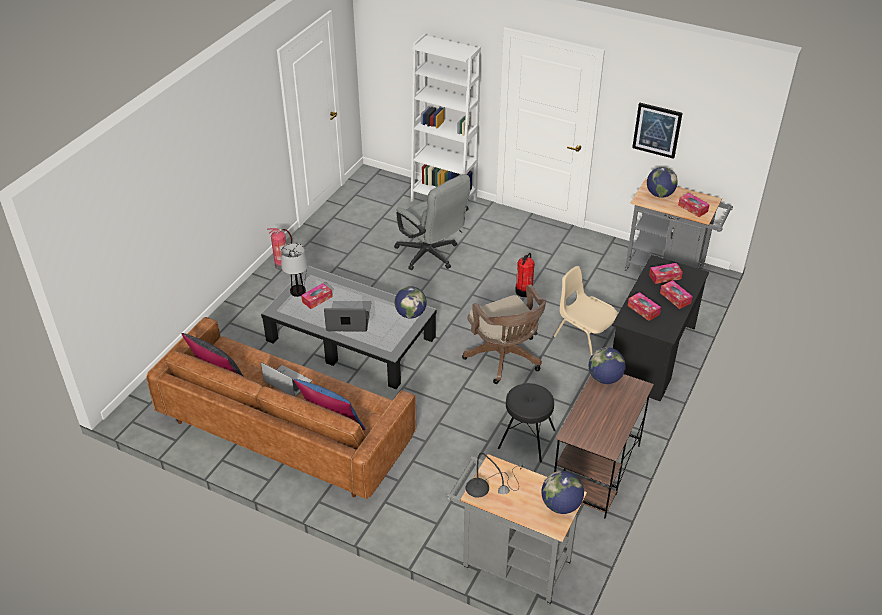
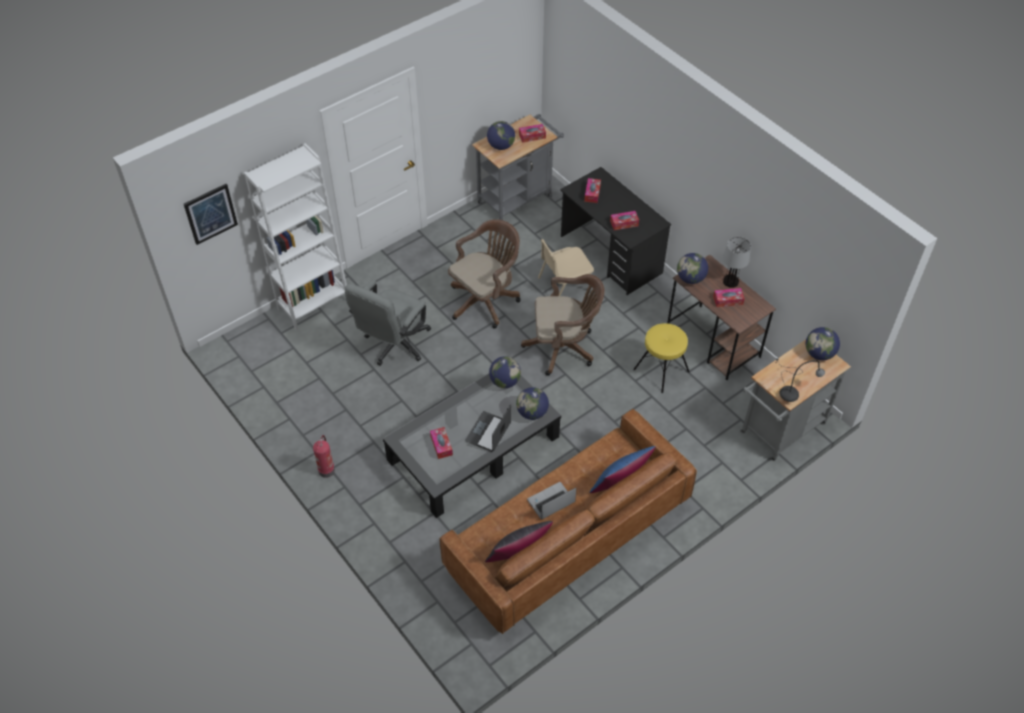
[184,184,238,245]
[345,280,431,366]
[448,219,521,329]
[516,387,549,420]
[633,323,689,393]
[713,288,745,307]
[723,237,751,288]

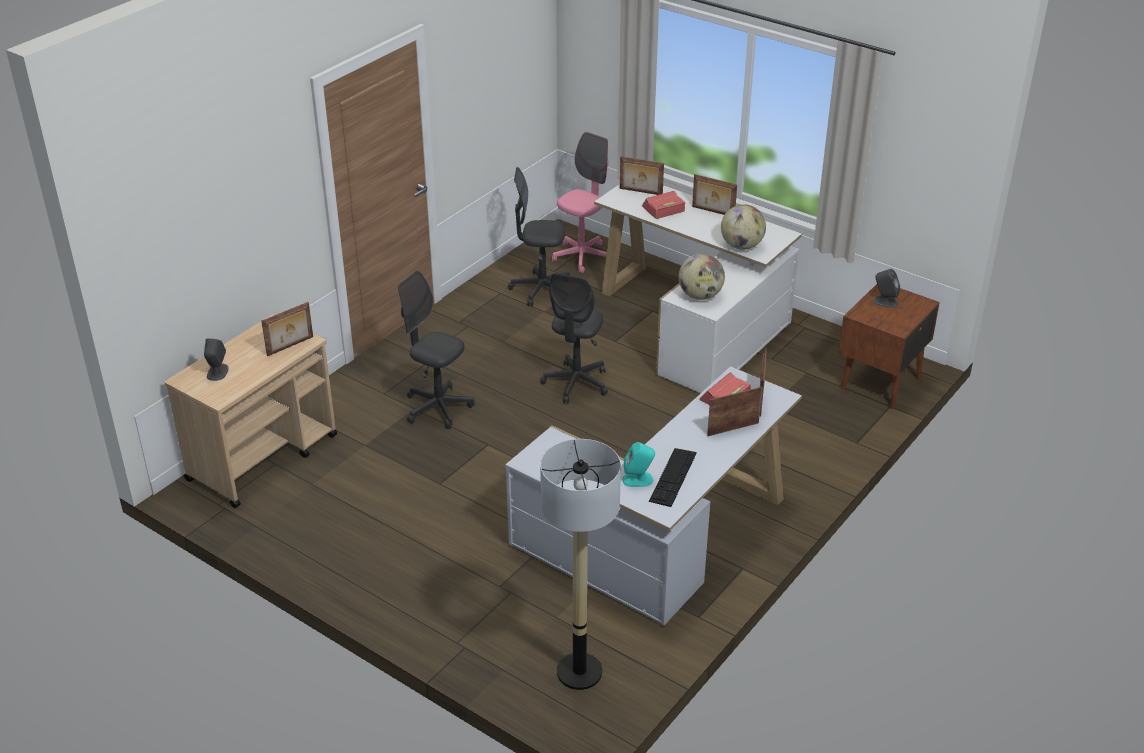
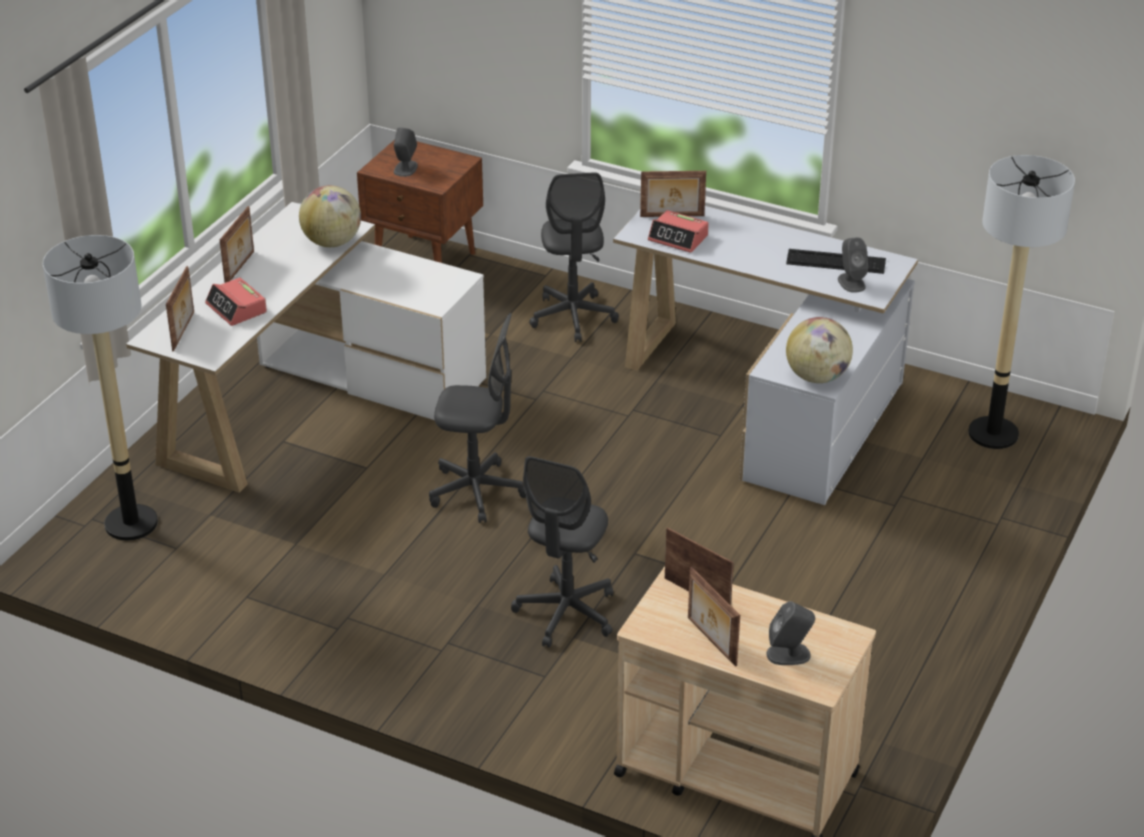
[43,235,158,541]
[529,172,619,342]
[688,567,740,667]
[786,317,853,383]
[838,237,868,293]

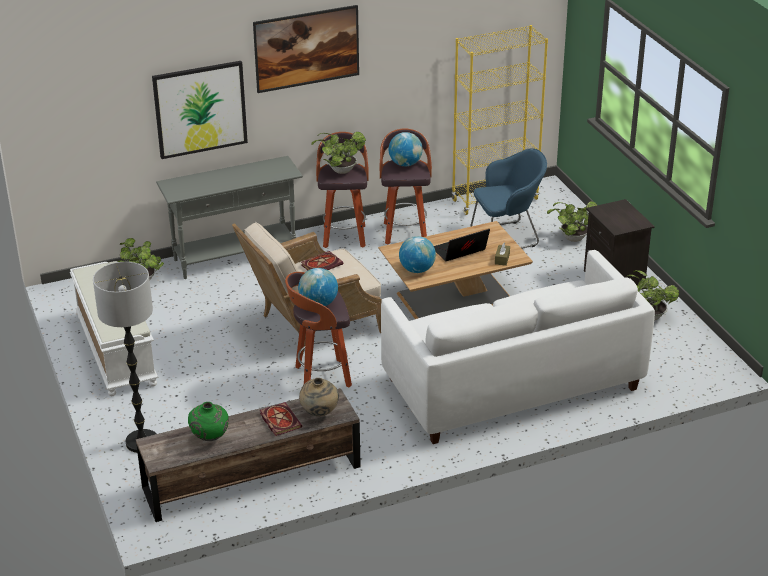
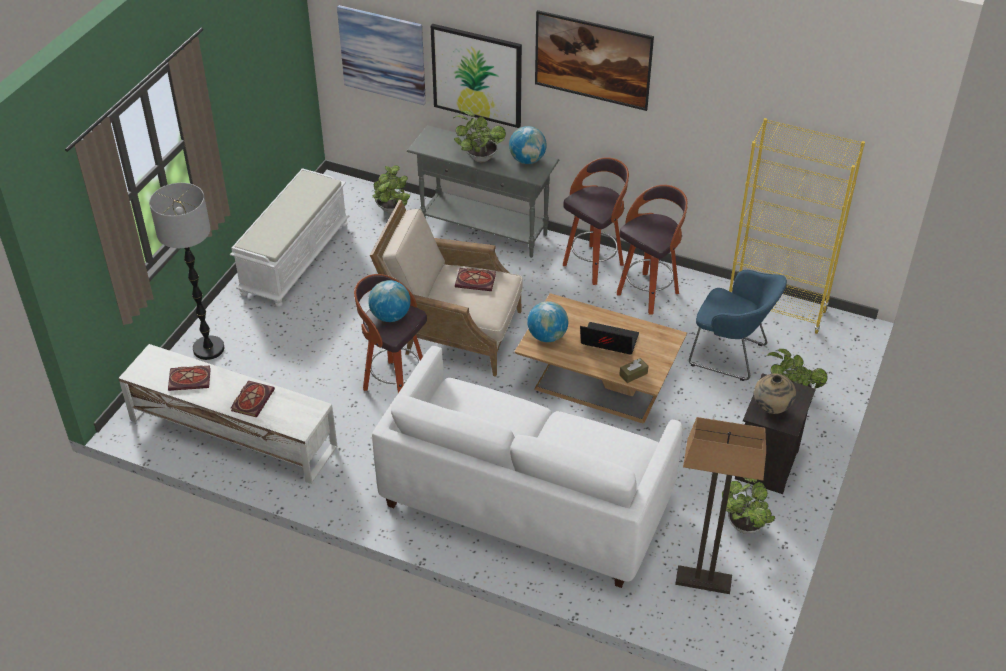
[119,344,337,484]
[168,365,211,391]
[337,5,426,105]
[453,111,506,162]
[509,126,547,164]
[675,417,766,594]
[754,373,796,414]

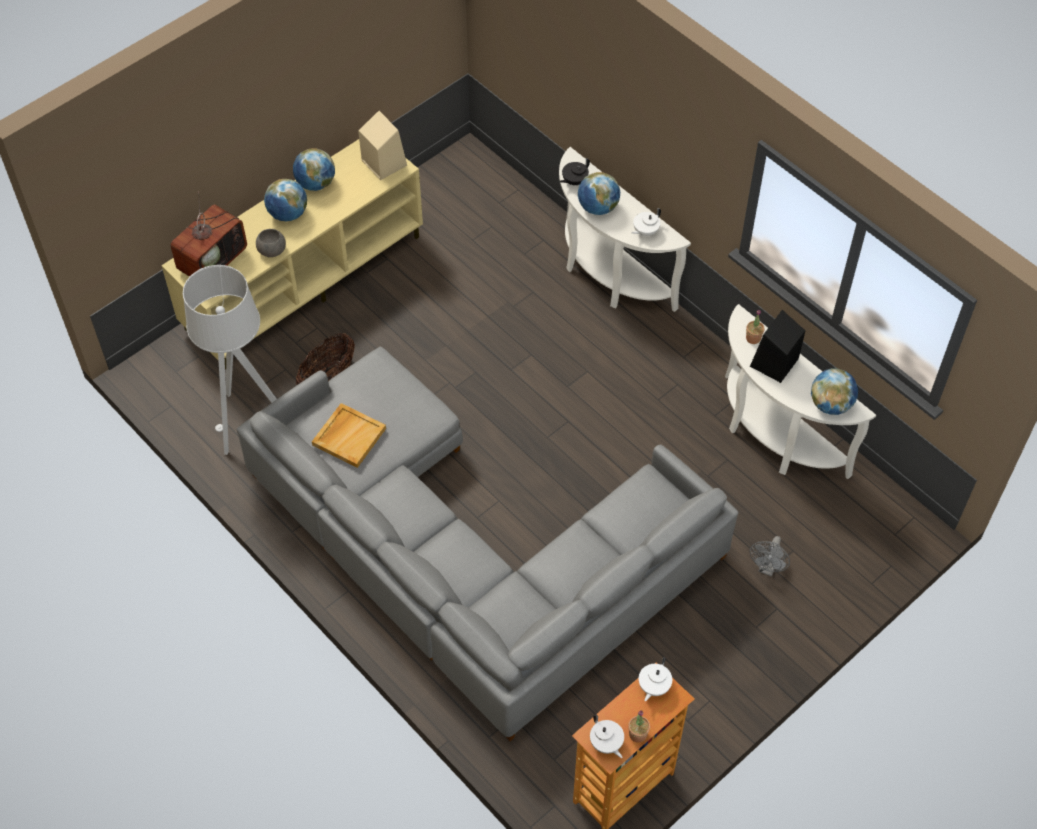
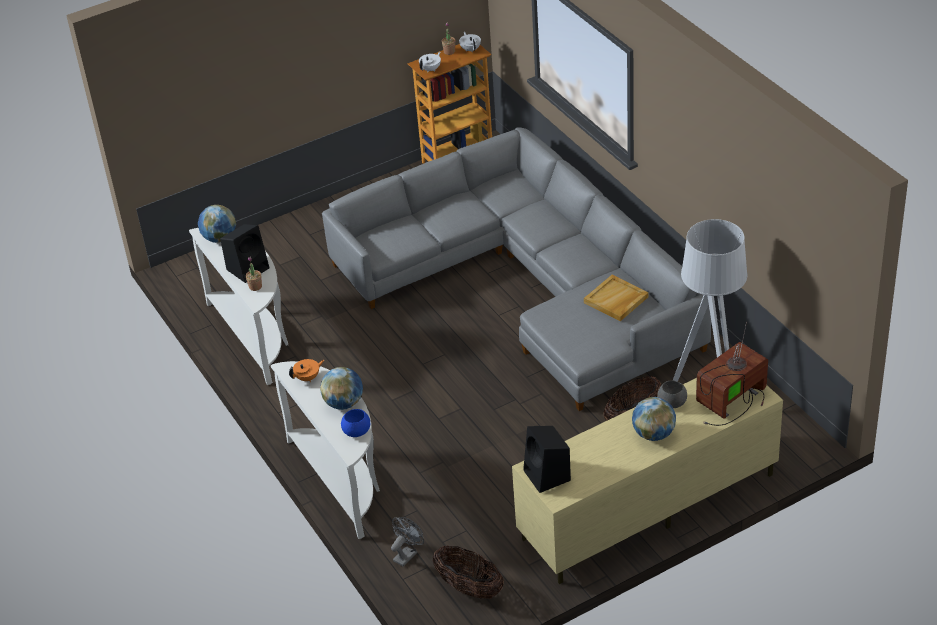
[289,359,324,382]
[341,409,370,437]
[391,517,424,567]
[433,545,504,599]
[523,426,571,493]
[293,148,335,191] (first image)

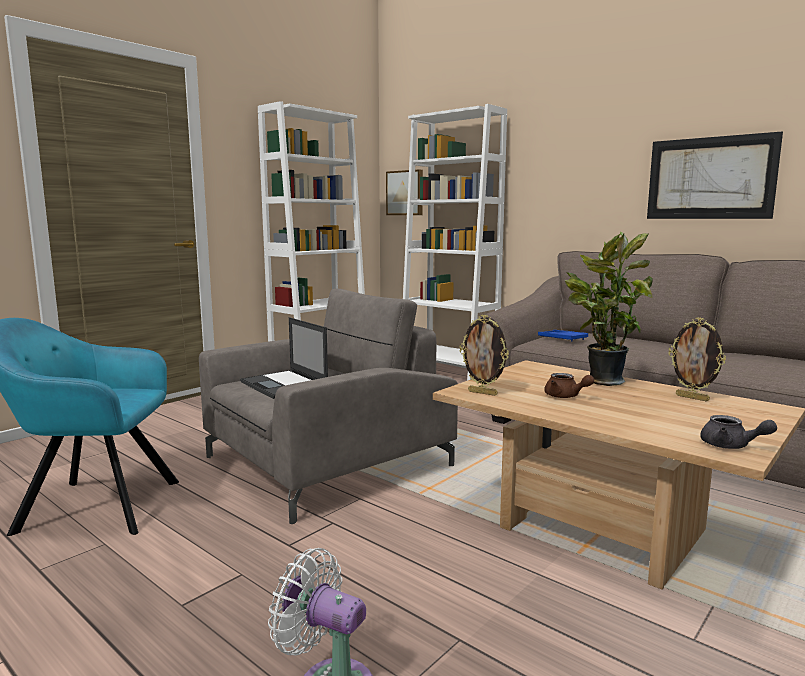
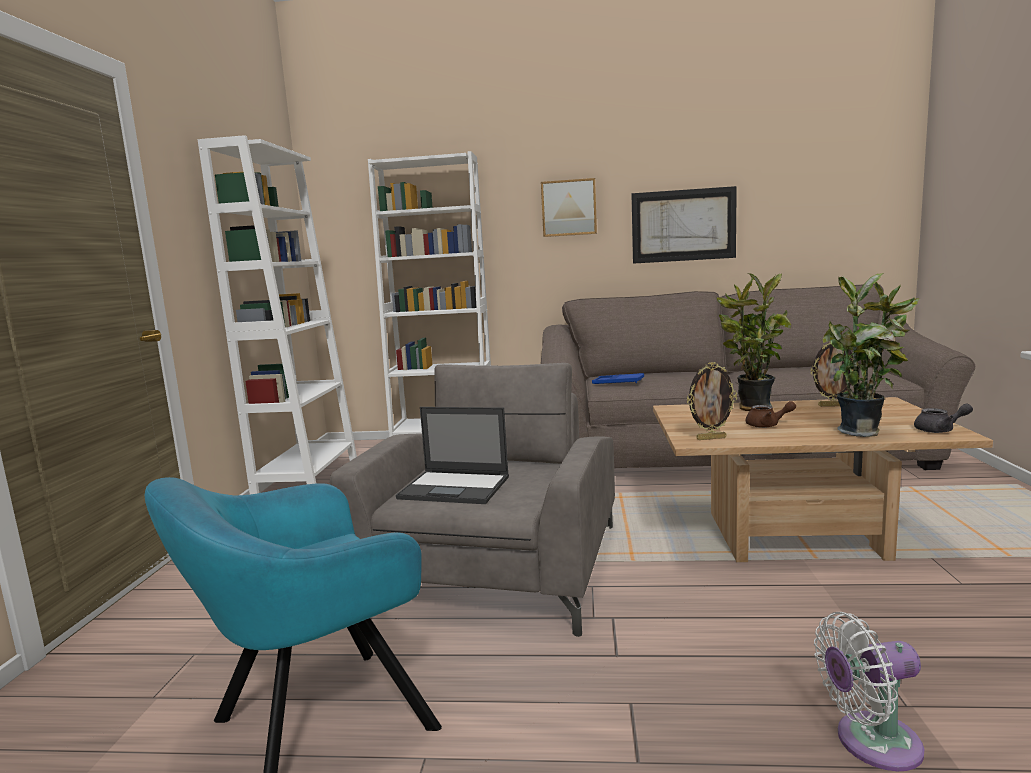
[541,178,597,237]
[823,273,919,437]

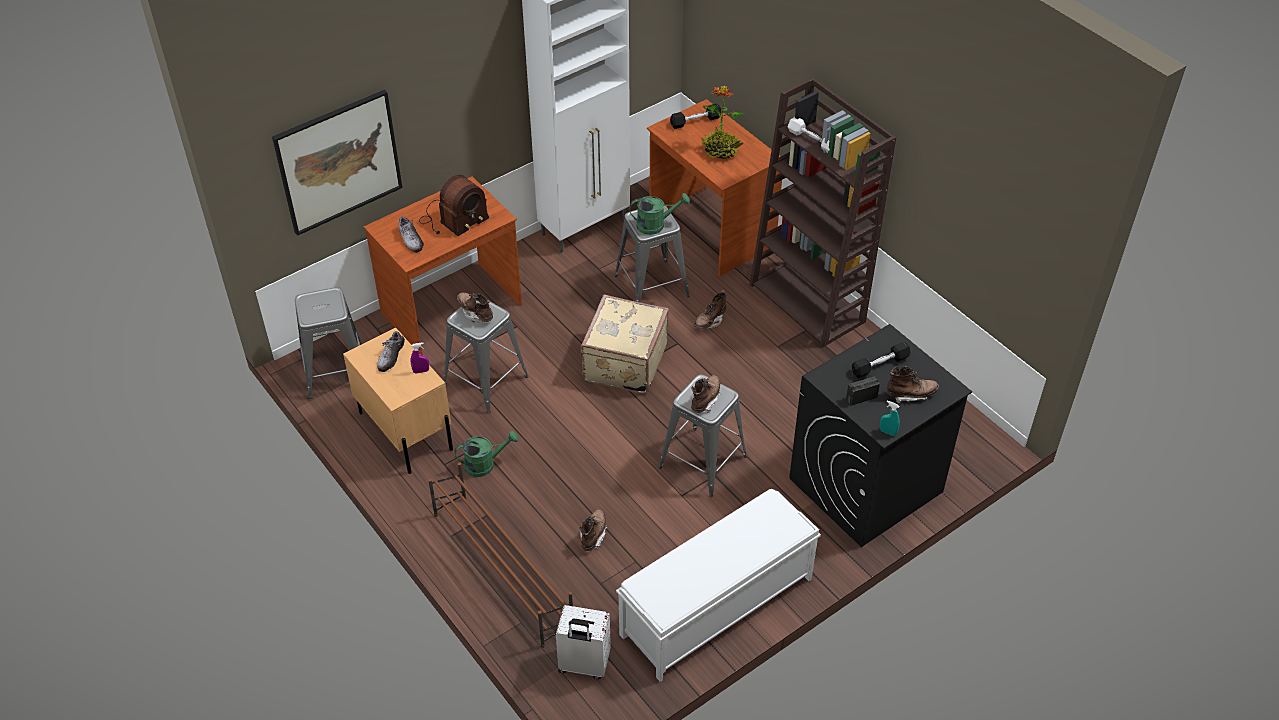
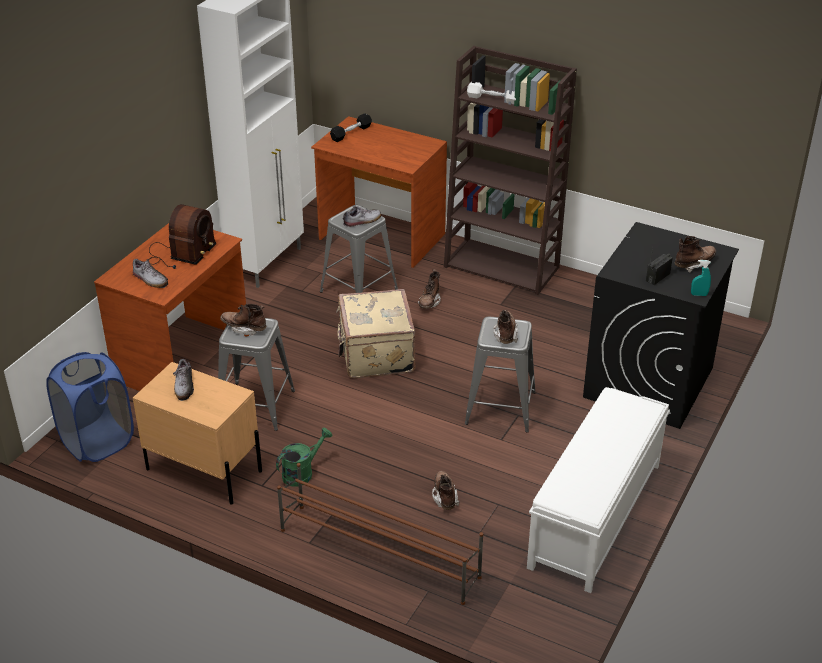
[46,352,134,462]
[343,206,381,227]
[272,89,402,236] (first image)
[411,343,429,374] (first image)
[556,605,611,679] (first image)
[701,86,745,159] (first image)
[852,342,911,378] (first image)

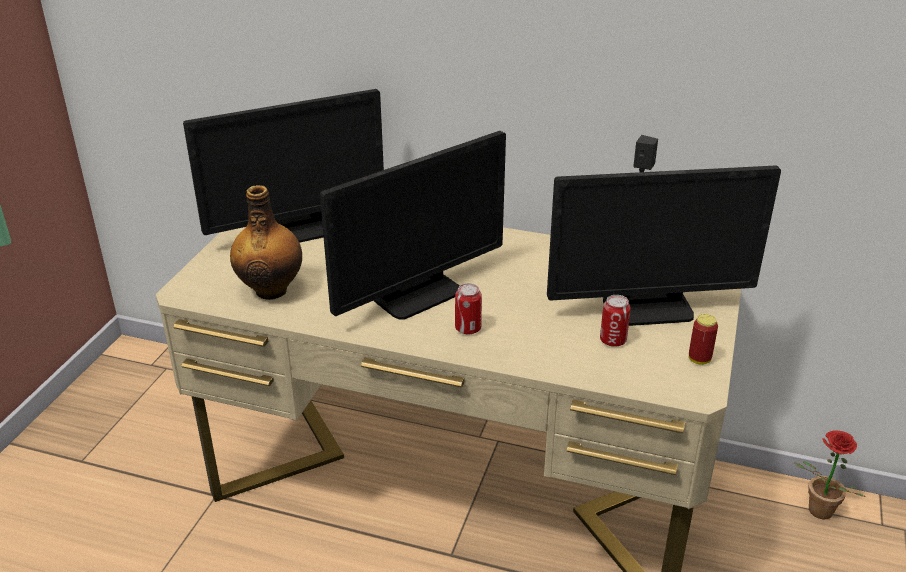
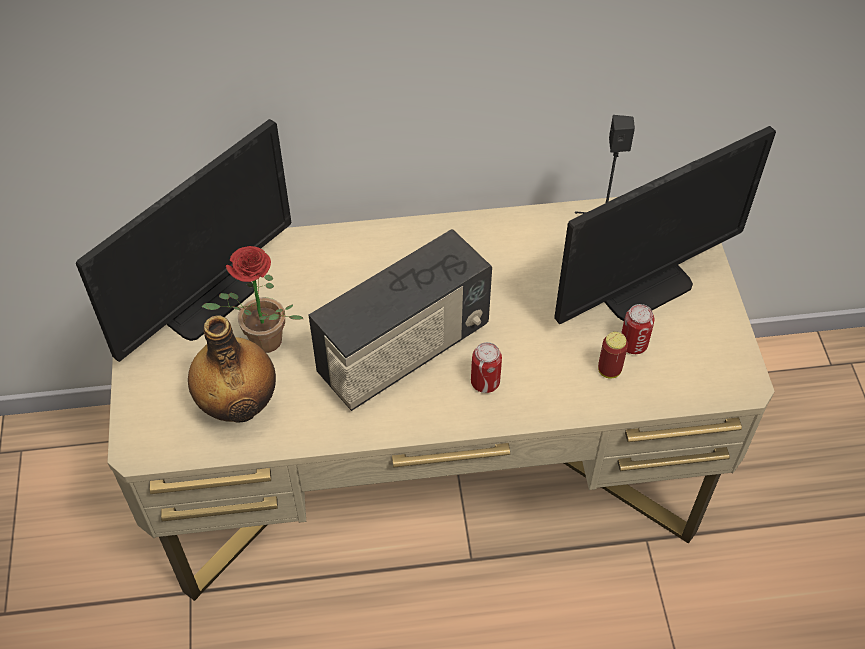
[202,246,303,353]
[309,229,492,411]
[598,332,628,379]

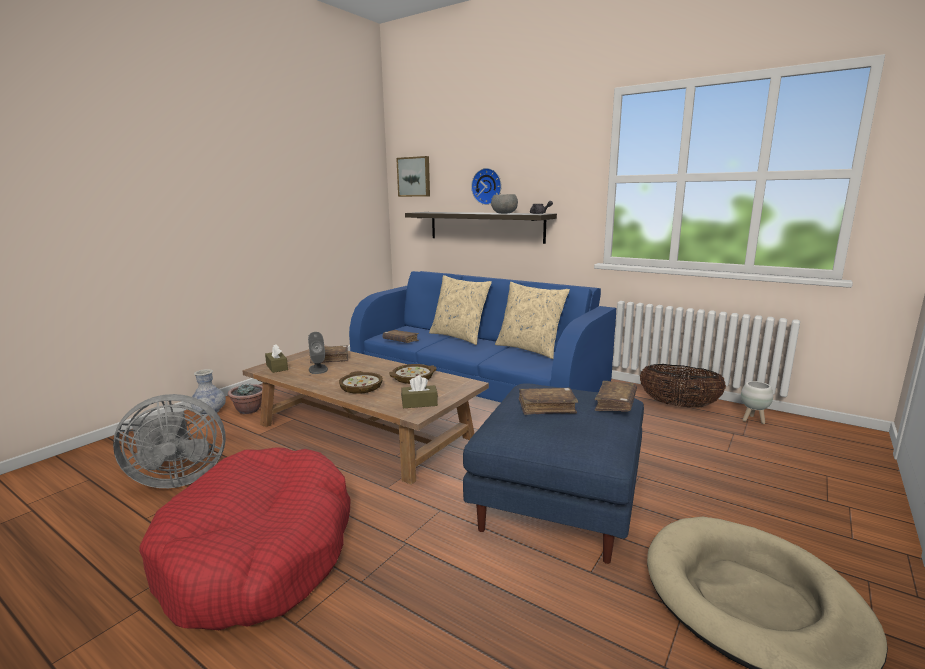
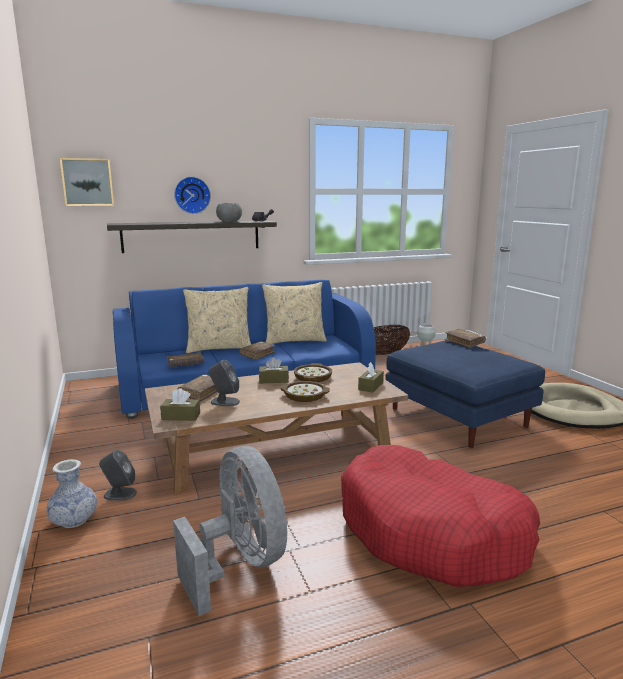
[99,450,137,501]
[173,446,287,616]
[239,341,275,360]
[259,357,289,383]

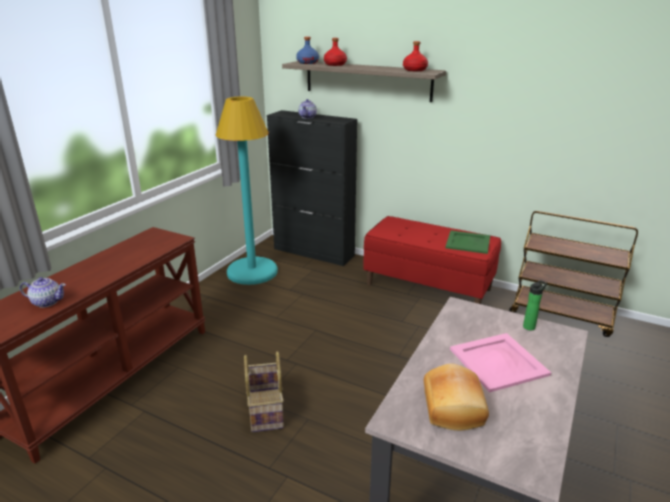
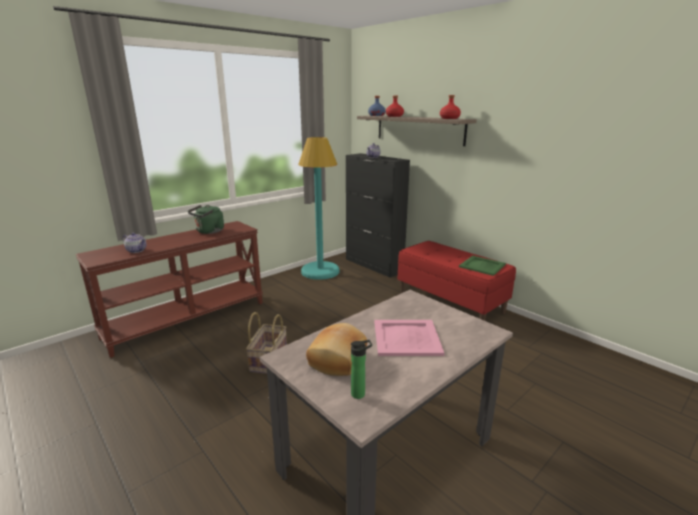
[188,205,224,234]
[351,340,372,399]
[509,211,638,337] (first image)

